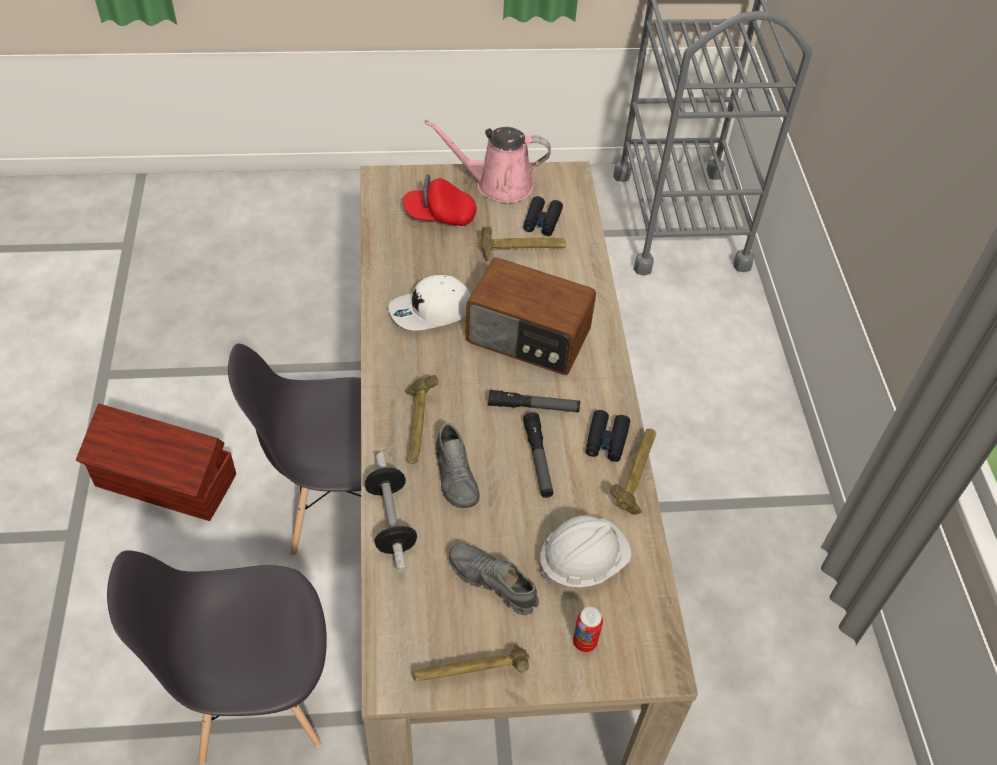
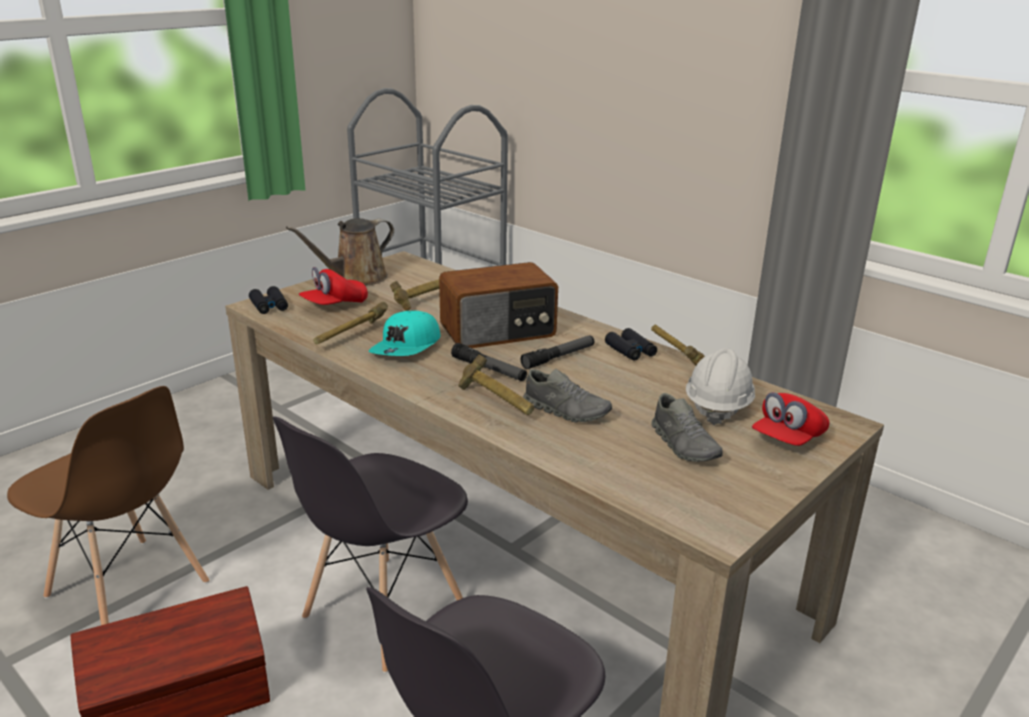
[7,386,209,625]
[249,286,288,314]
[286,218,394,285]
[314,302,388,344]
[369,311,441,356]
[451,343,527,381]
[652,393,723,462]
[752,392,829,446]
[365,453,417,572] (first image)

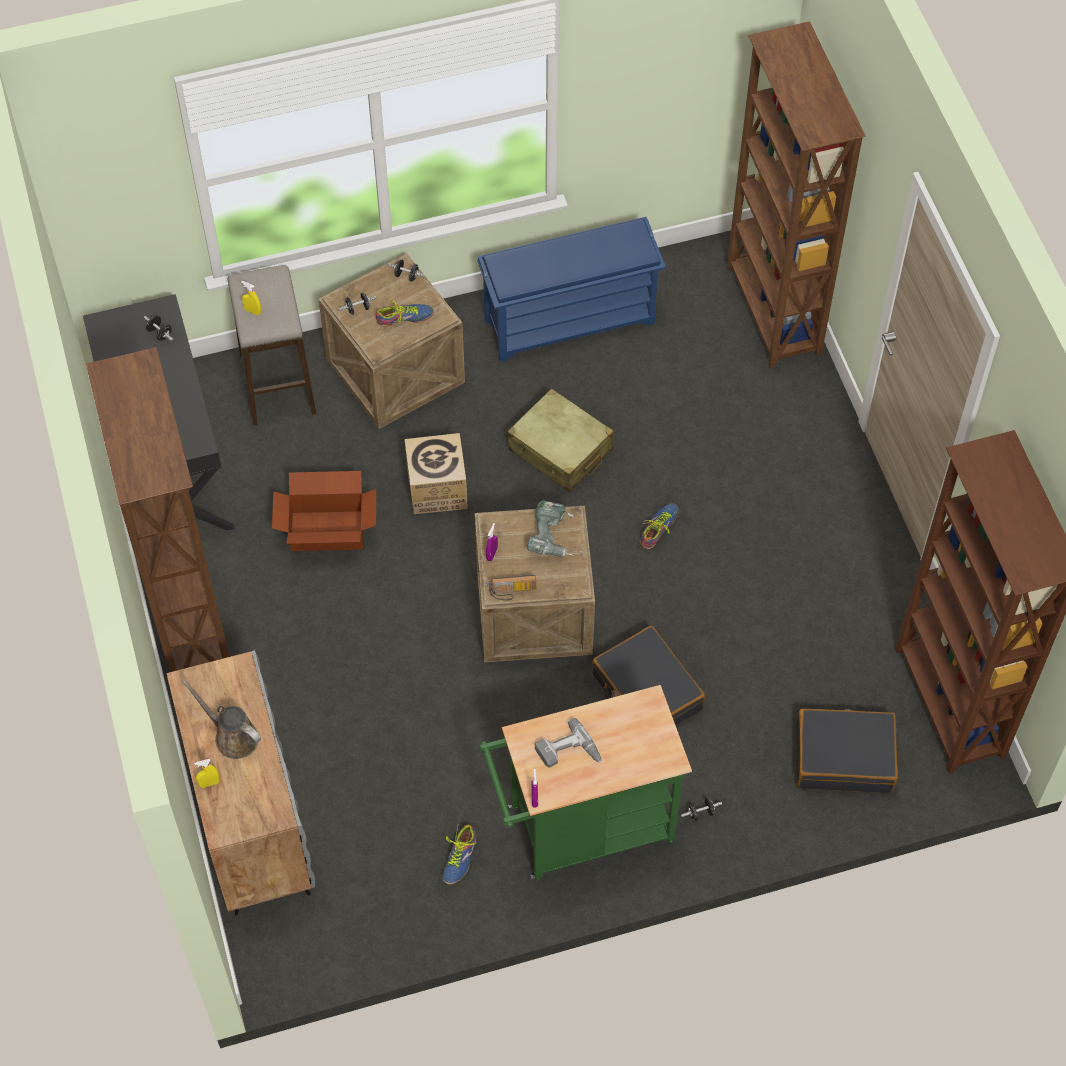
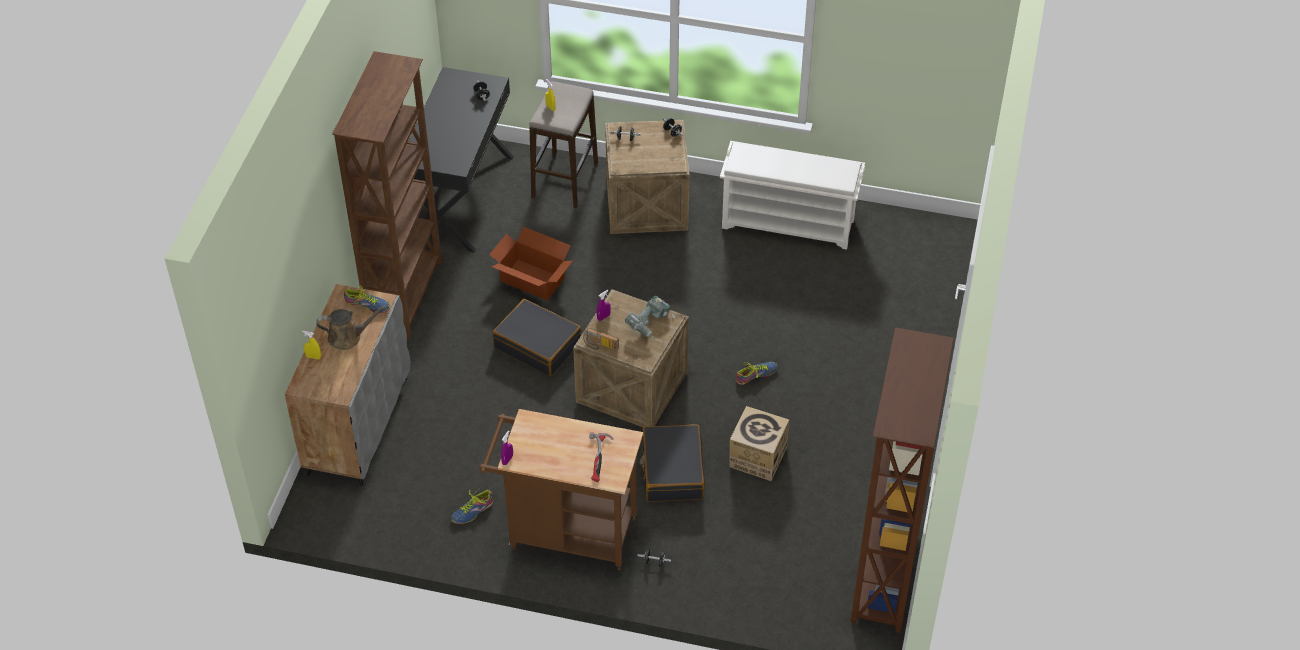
[316,305,386,350]
[344,285,391,313]
[479,409,643,571]
[492,299,582,376]
[590,432,613,482]
[720,141,865,250]
[729,406,789,481]
[507,388,614,492] (first image)
[535,718,601,768] (first image)
[727,21,866,368] (first image)

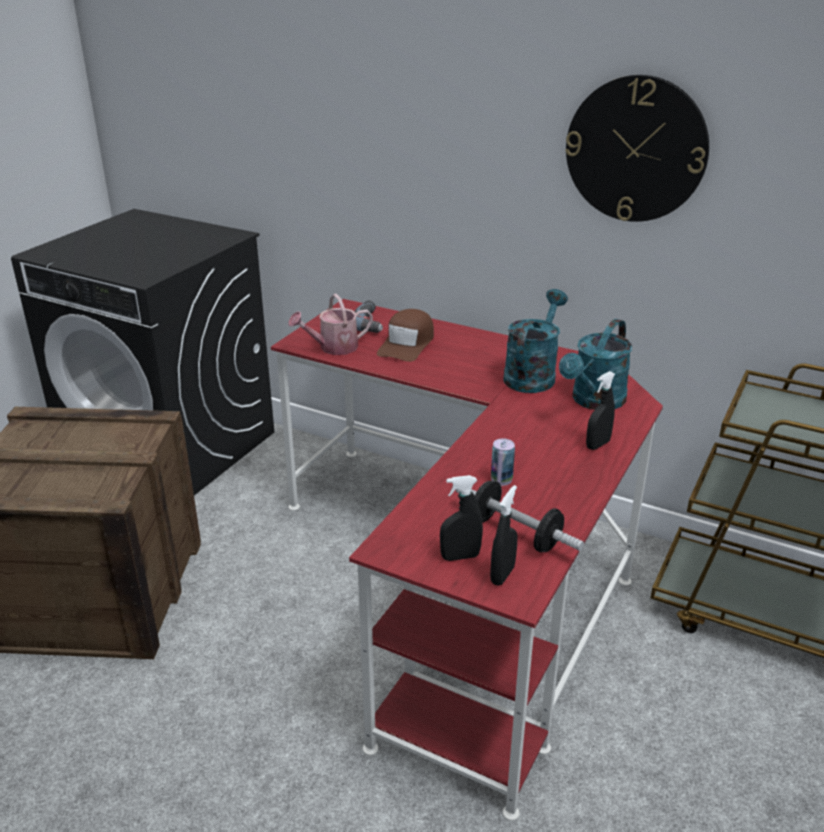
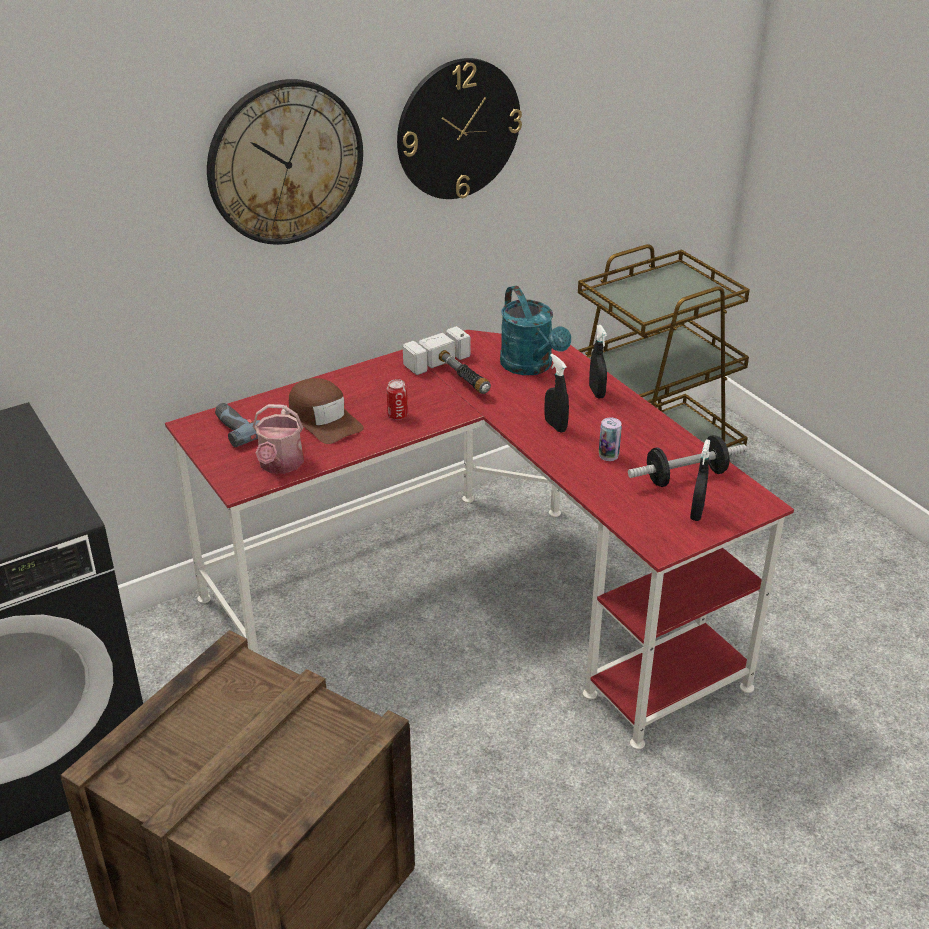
[207,79,363,245]
[387,379,408,420]
[403,326,491,394]
[544,354,569,433]

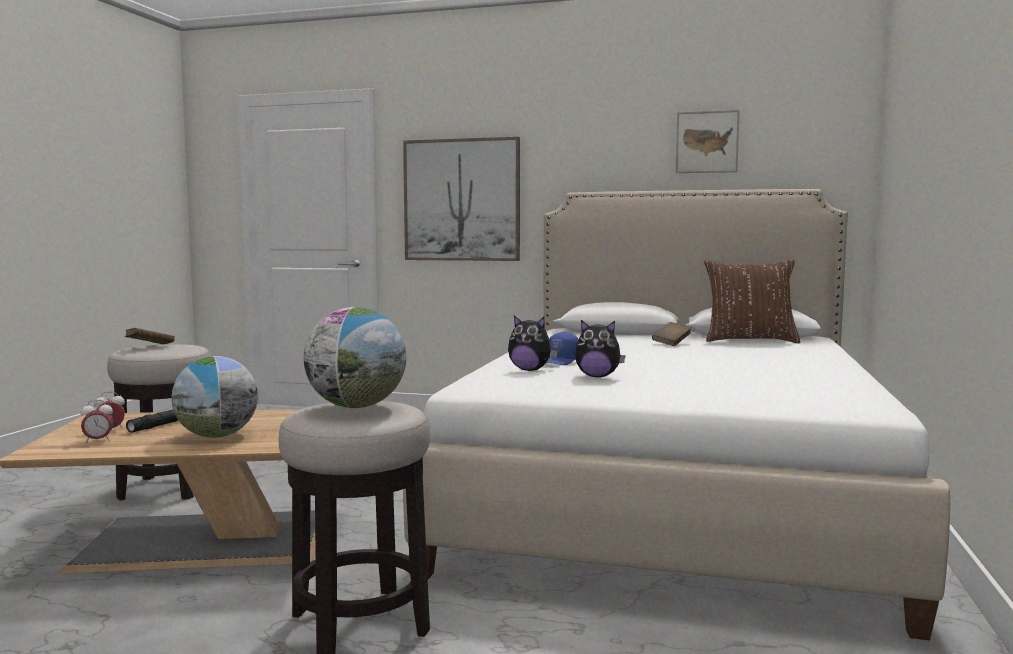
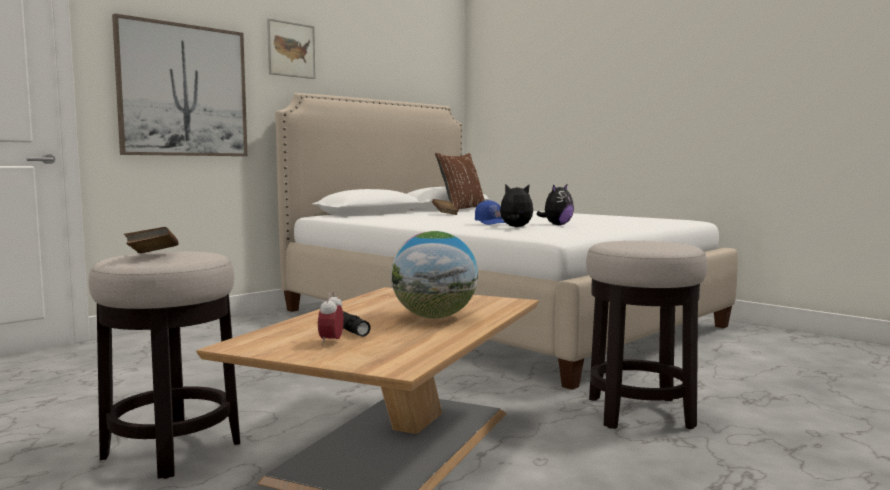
[267,18,316,79]
[495,184,533,227]
[81,400,114,443] (first image)
[304,307,406,408] (first image)

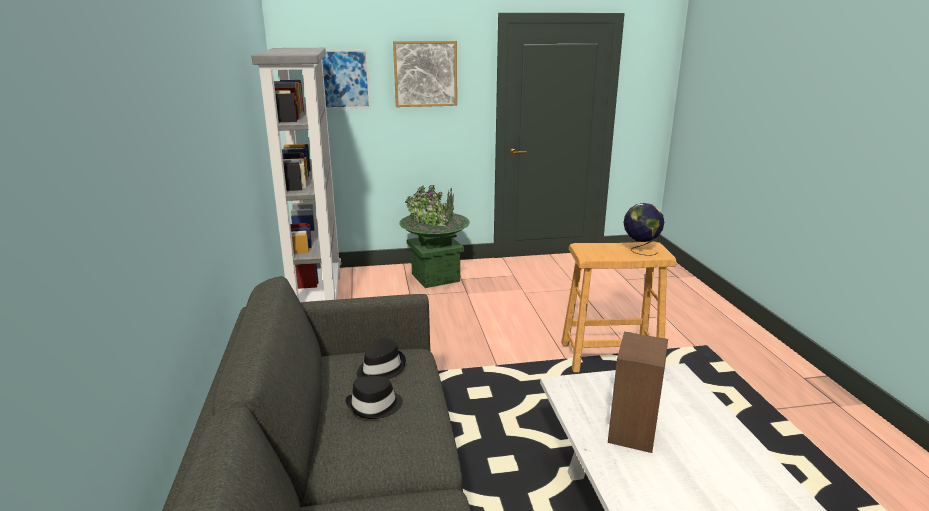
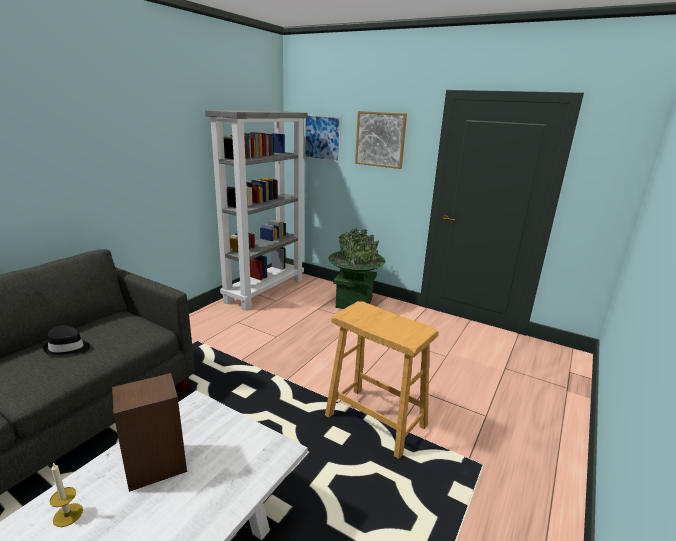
[50,463,83,527]
[357,338,406,379] (first image)
[623,203,664,256] (first image)

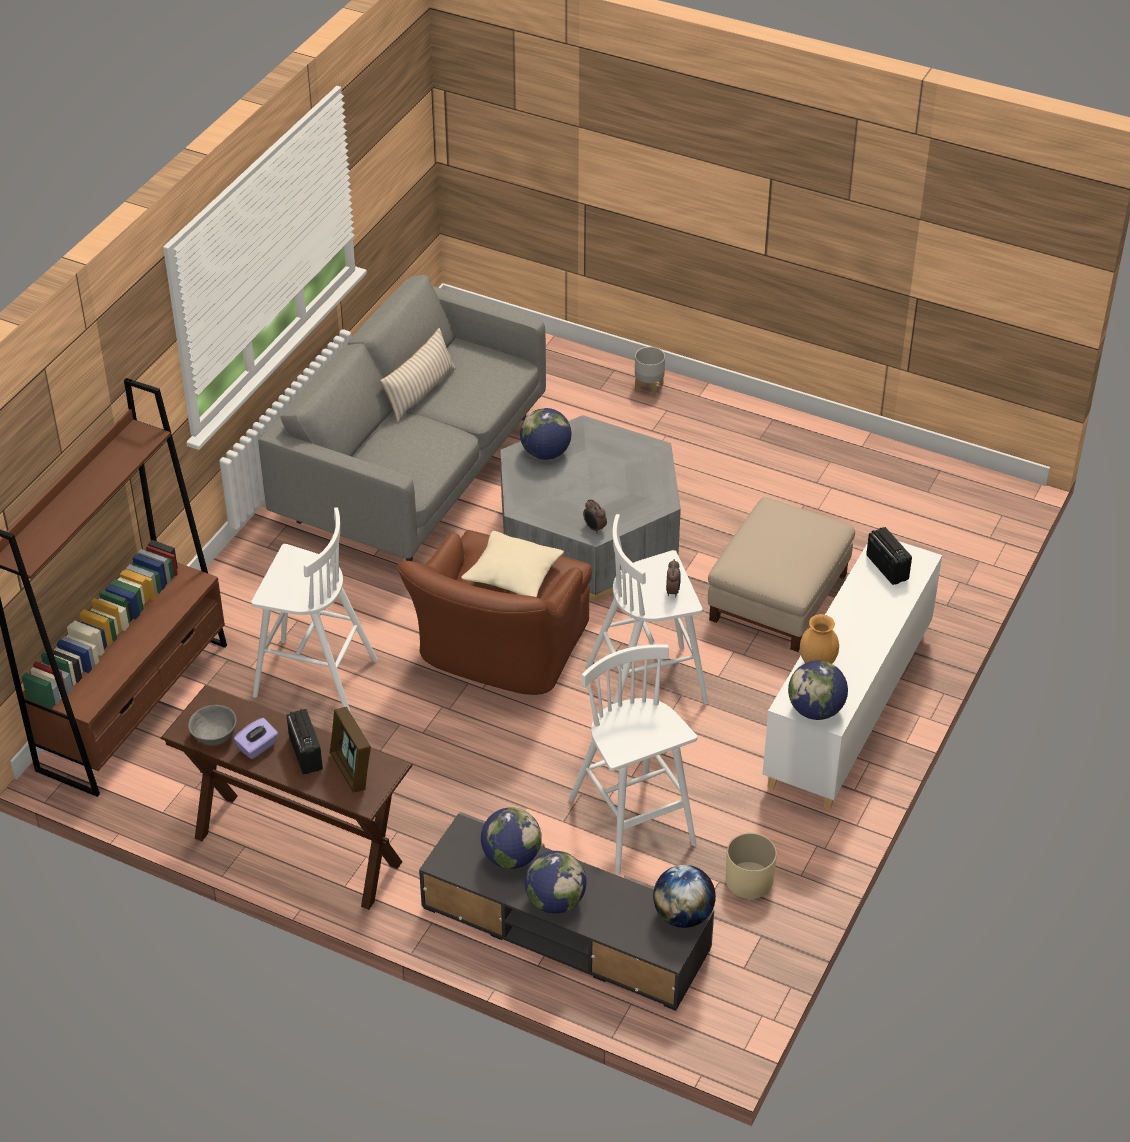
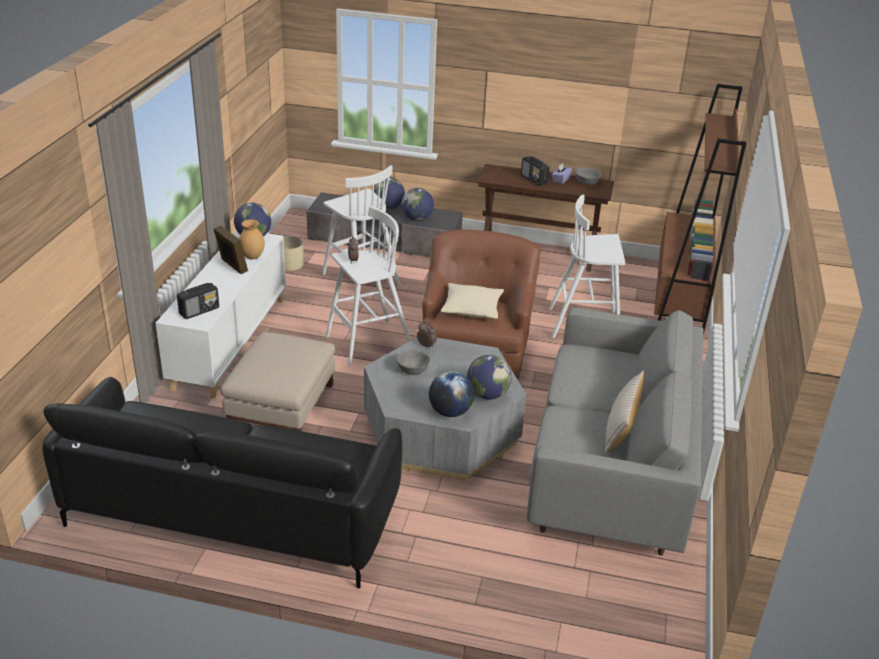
[42,377,402,589]
[177,283,219,319]
[213,225,248,274]
[396,350,430,375]
[429,371,474,417]
[635,347,665,397] (first image)

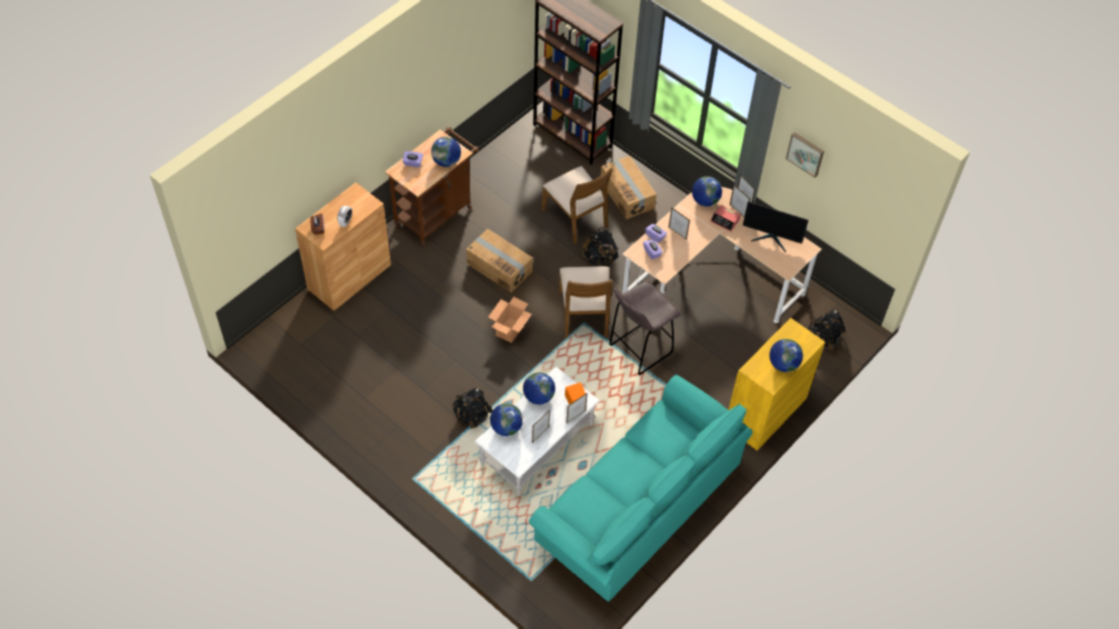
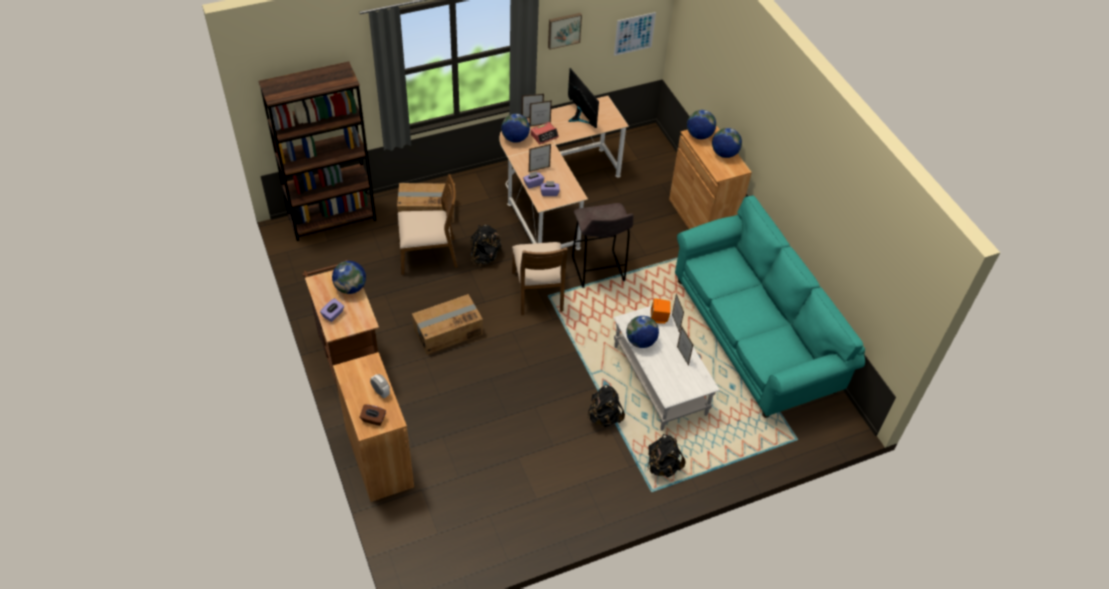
[512,242,568,315]
[568,68,599,128]
[614,12,656,56]
[648,434,686,477]
[669,125,752,229]
[687,110,716,139]
[488,297,532,343] (first image)

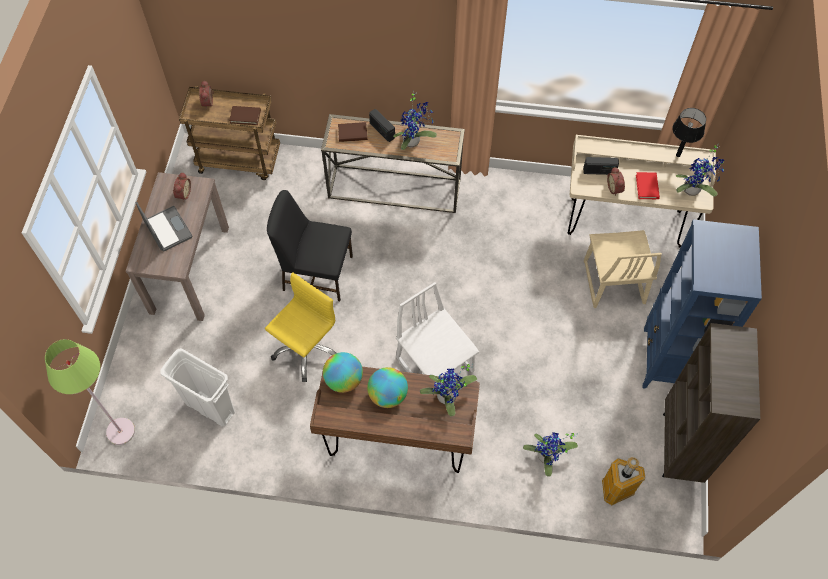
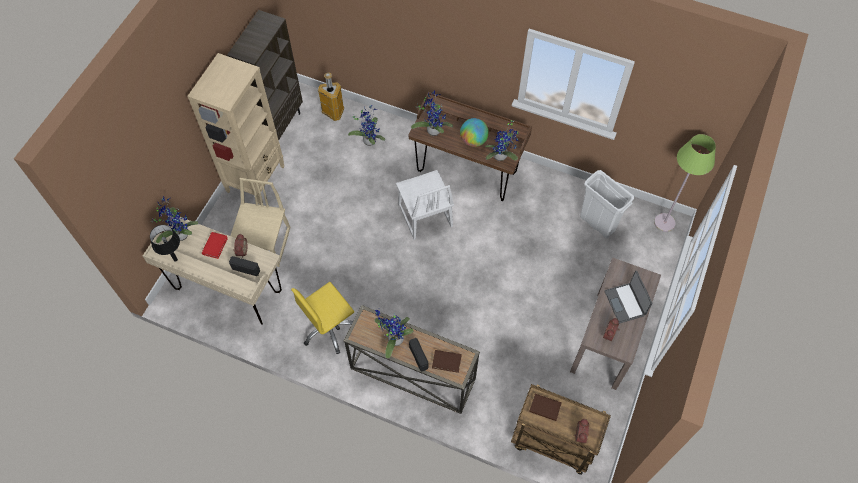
[187,53,284,205]
[291,282,354,354]
[485,118,518,161]
[267,190,353,301] (first image)

